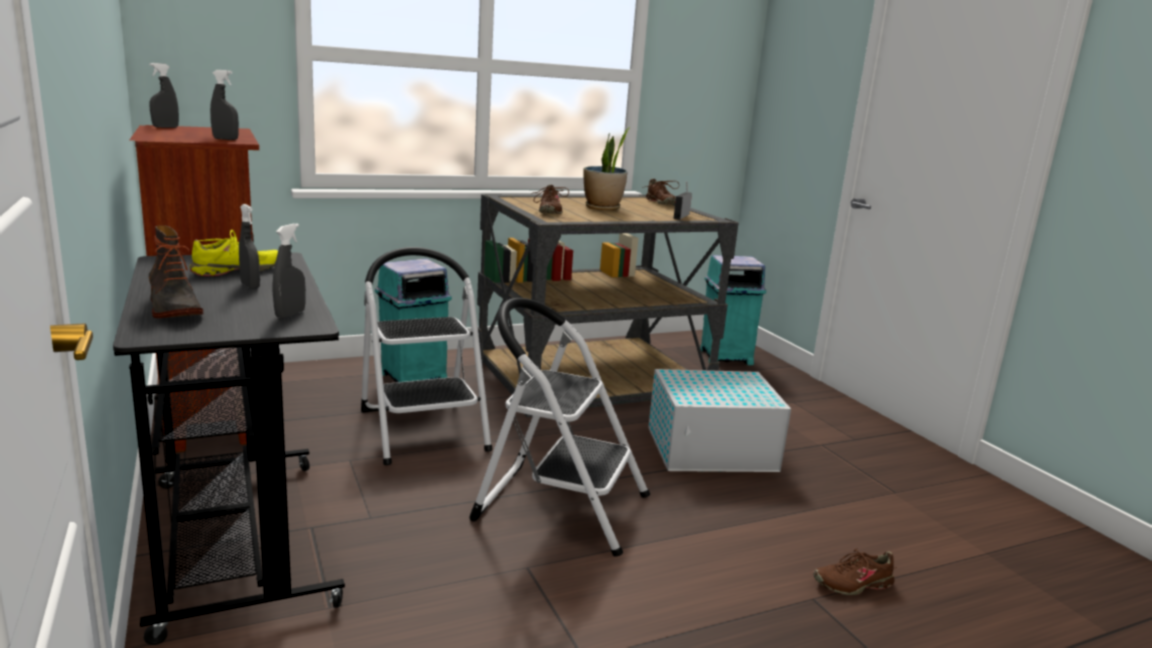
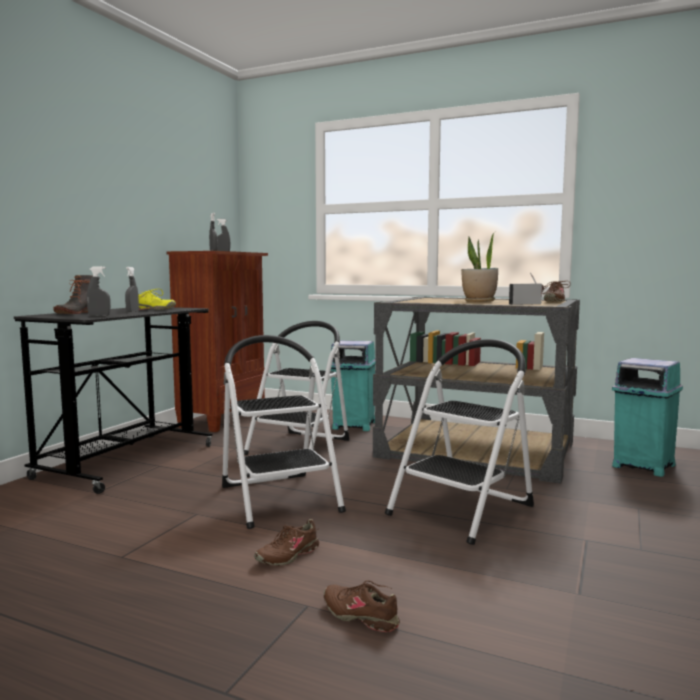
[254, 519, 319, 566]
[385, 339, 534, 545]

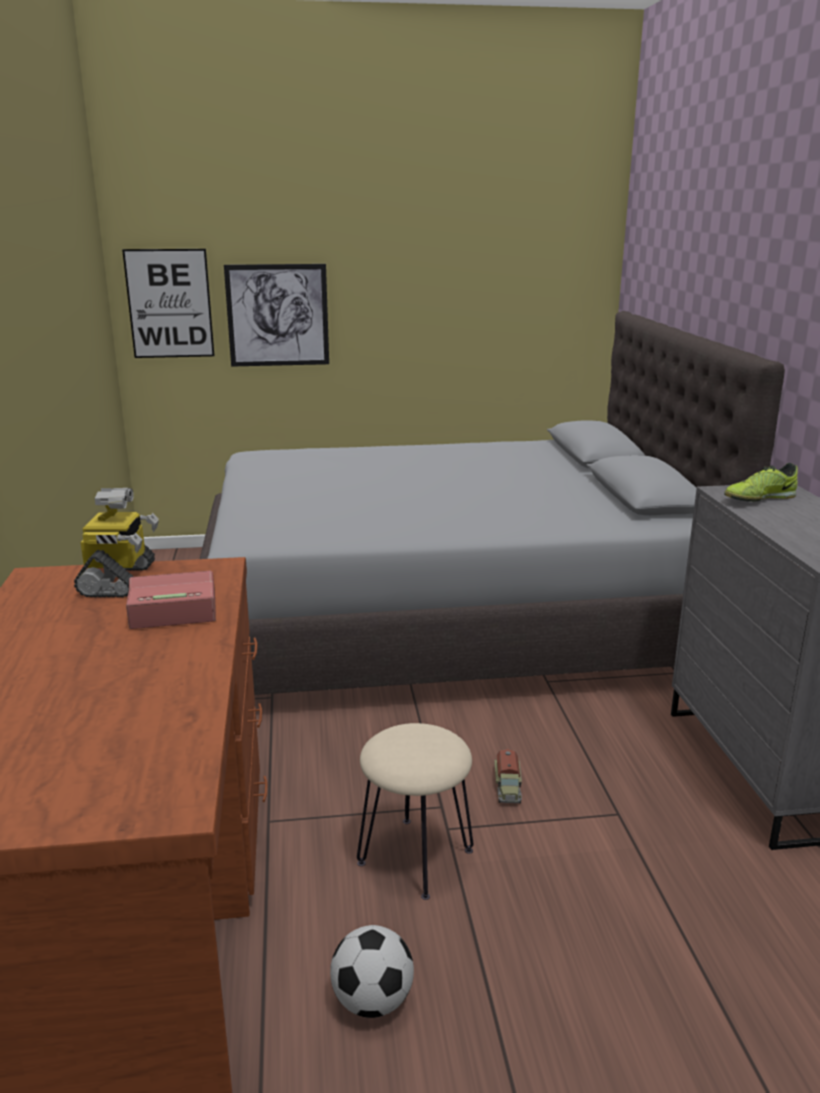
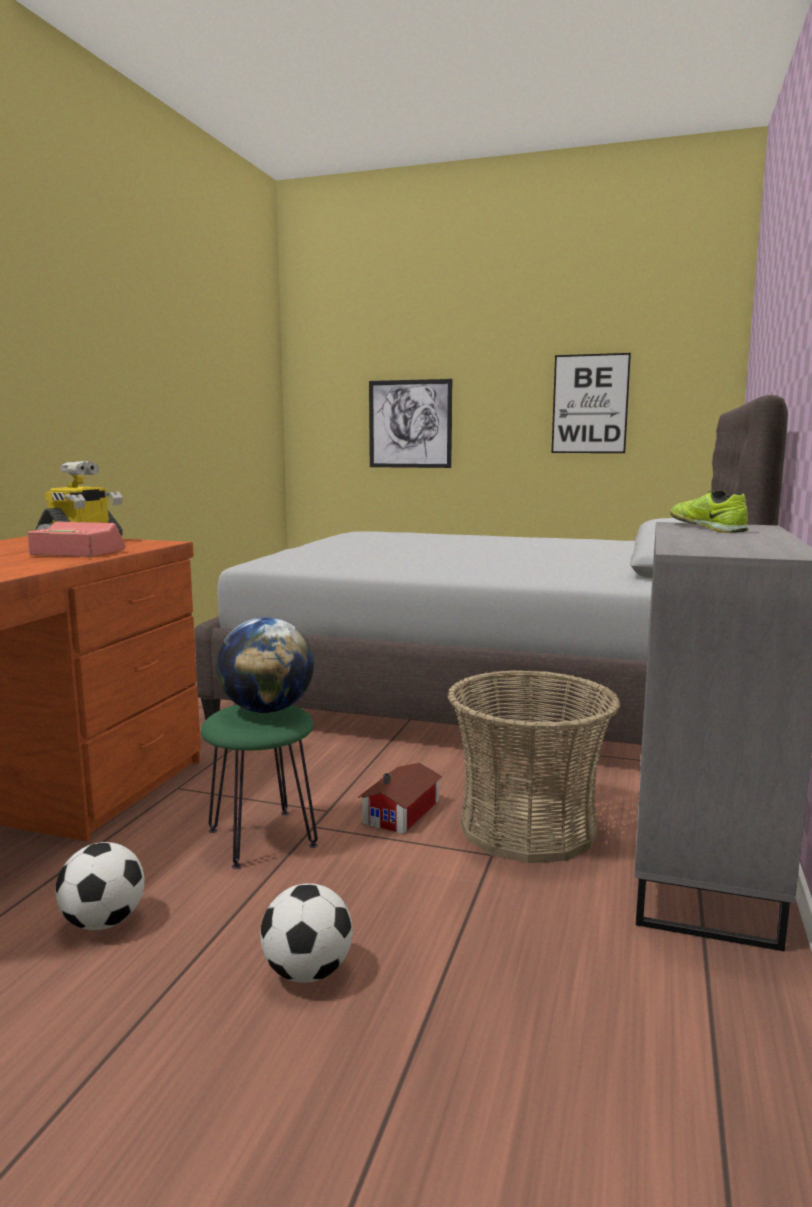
[552, 353, 631, 453]
[670, 490, 748, 533]
[201, 705, 318, 869]
[358, 762, 443, 834]
[217, 617, 314, 713]
[447, 670, 620, 863]
[260, 883, 353, 983]

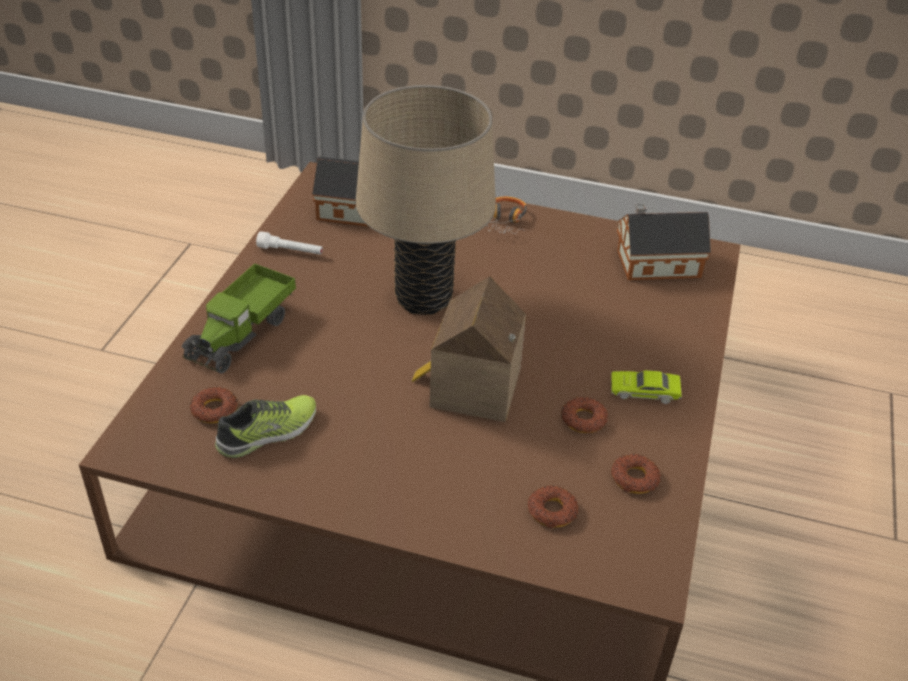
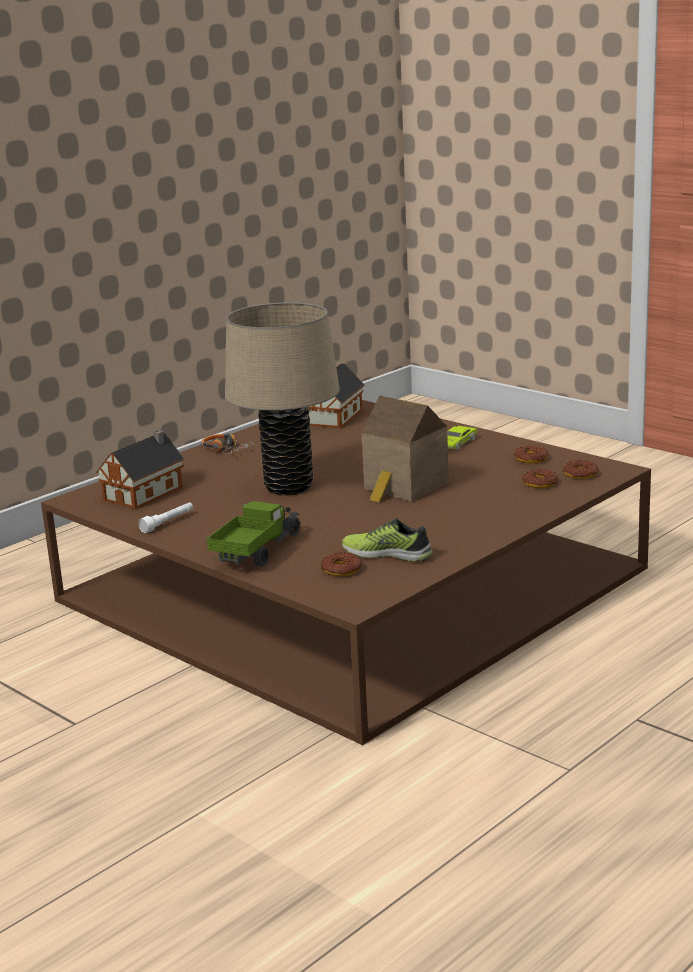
[207, 501, 301, 566]
[342, 518, 433, 562]
[562, 460, 599, 479]

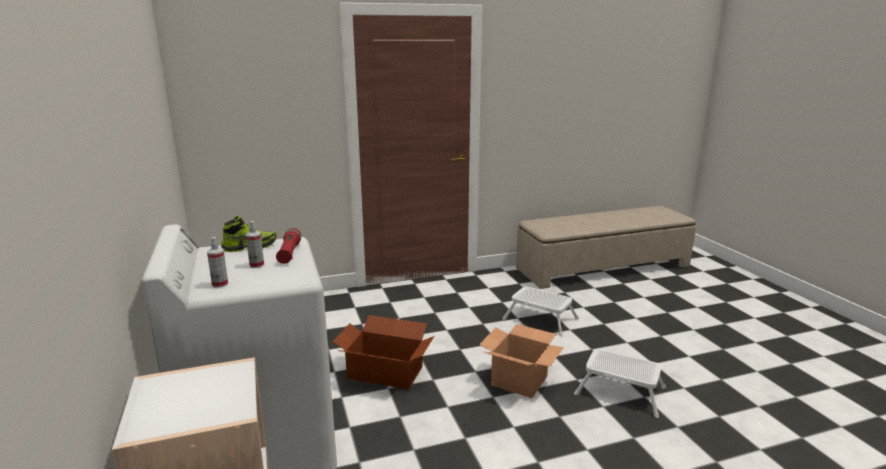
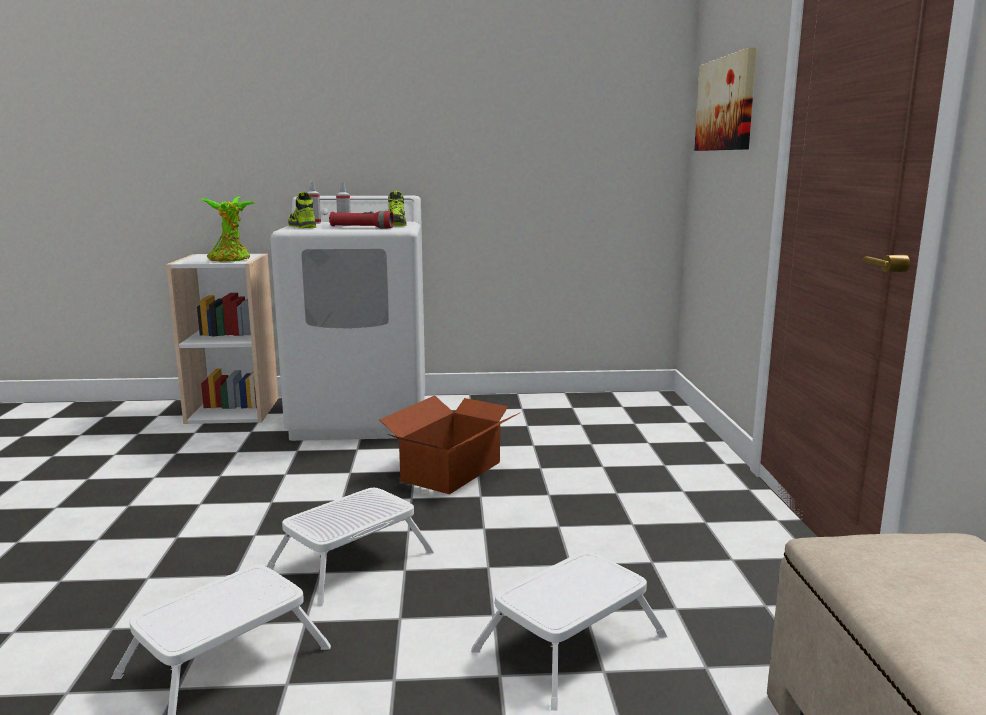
[267, 488, 434, 606]
[694, 48, 757, 151]
[288, 192, 316, 228]
[199, 197, 256, 262]

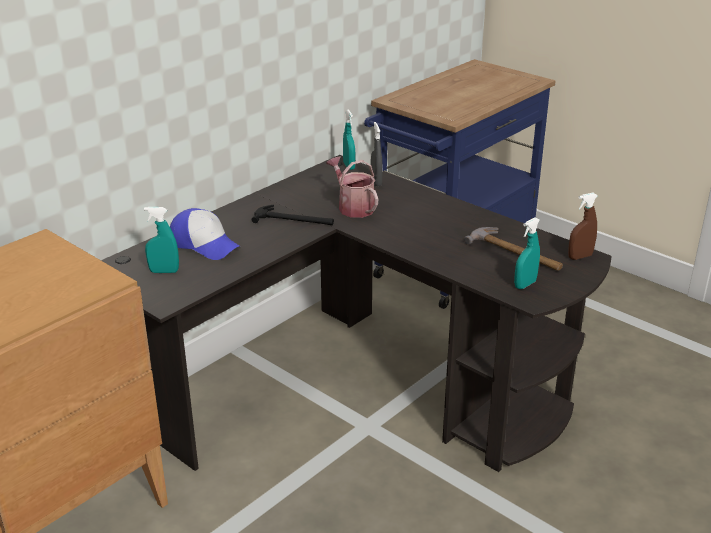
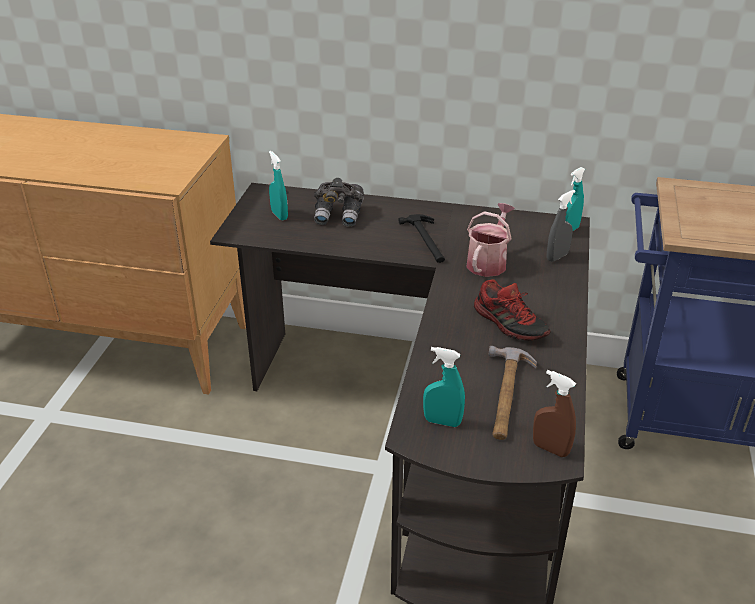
[314, 178, 364, 227]
[474, 279, 551, 340]

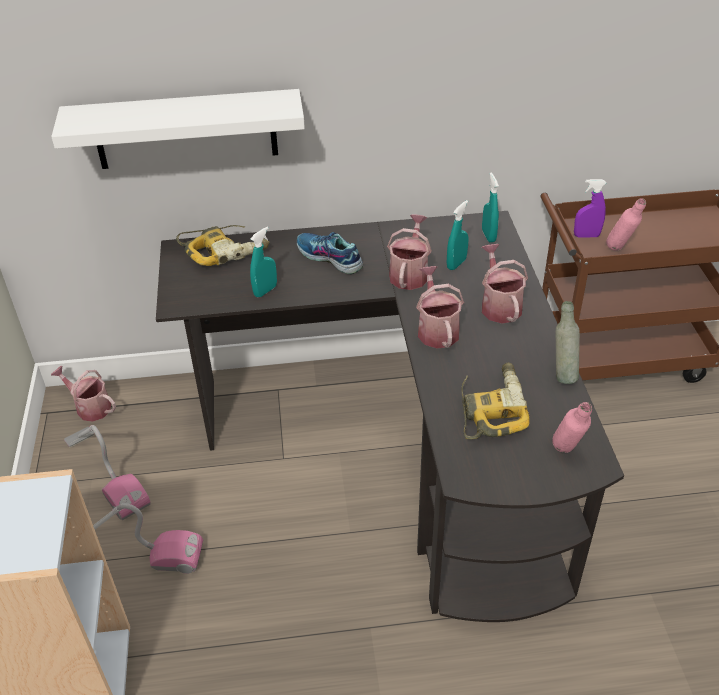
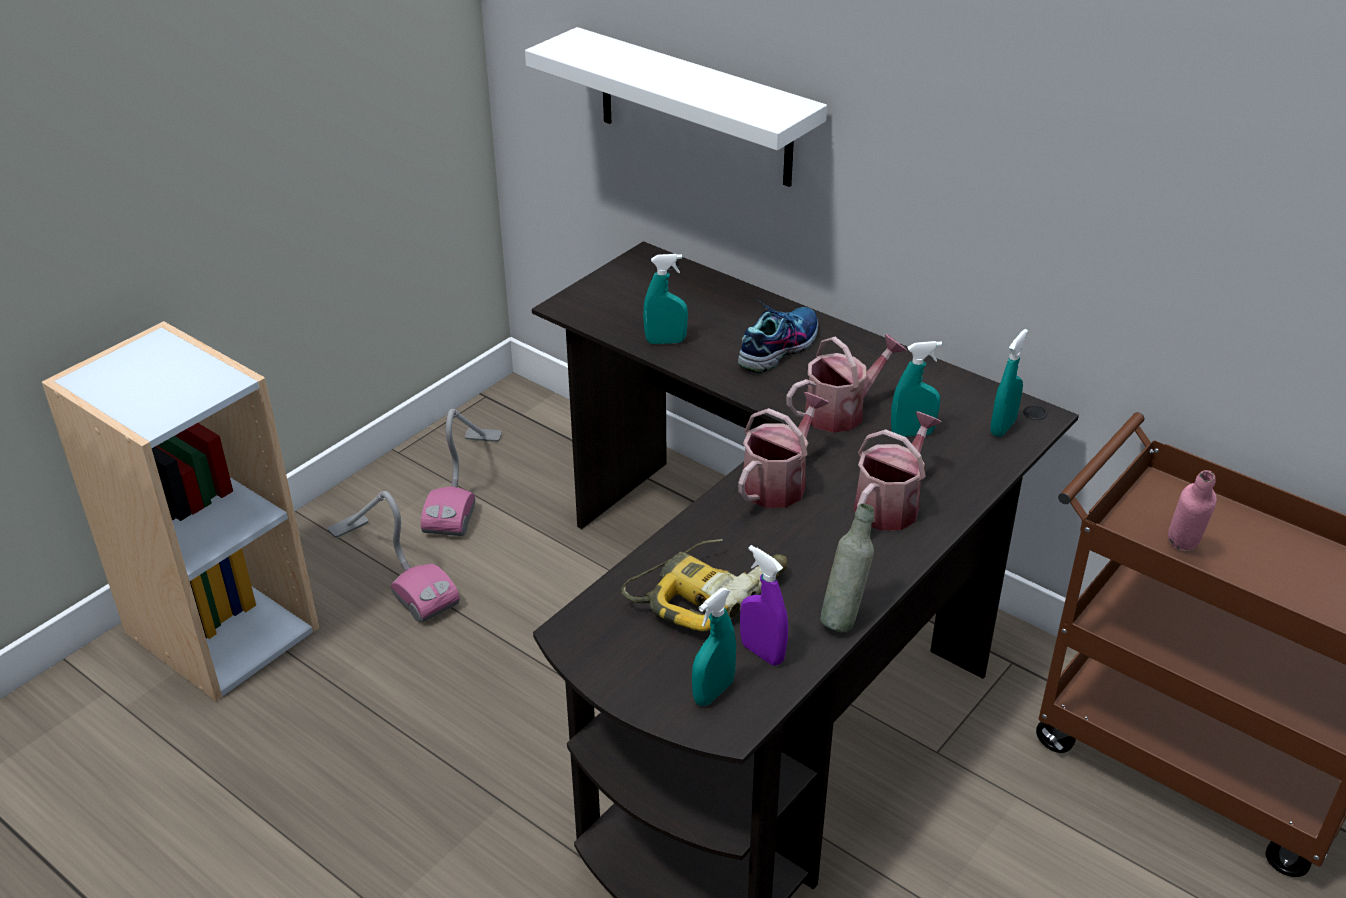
[740, 545, 788, 665]
[176, 225, 270, 266] (first image)
[738, 300, 818, 373]
[51, 366, 116, 422] (first image)
[692, 588, 736, 706]

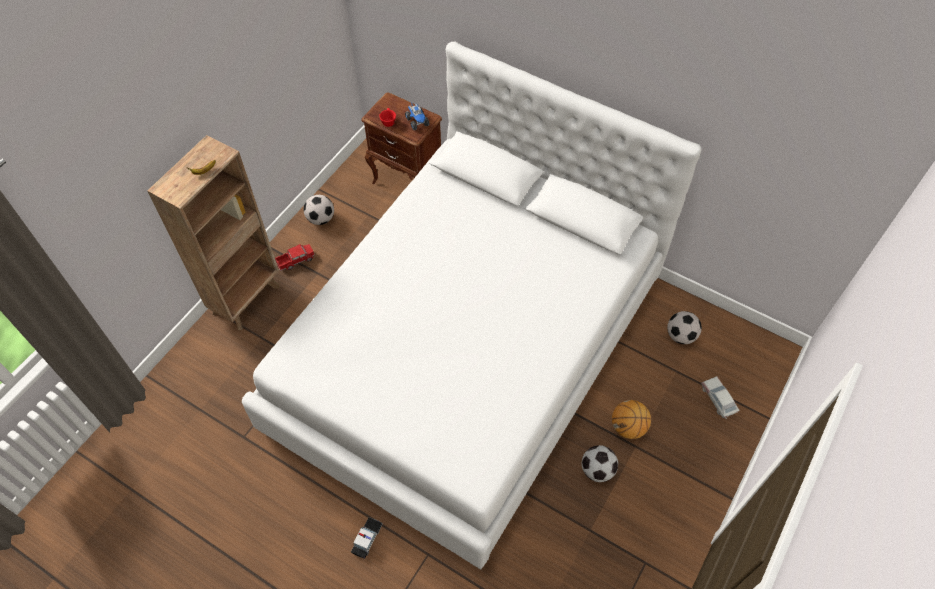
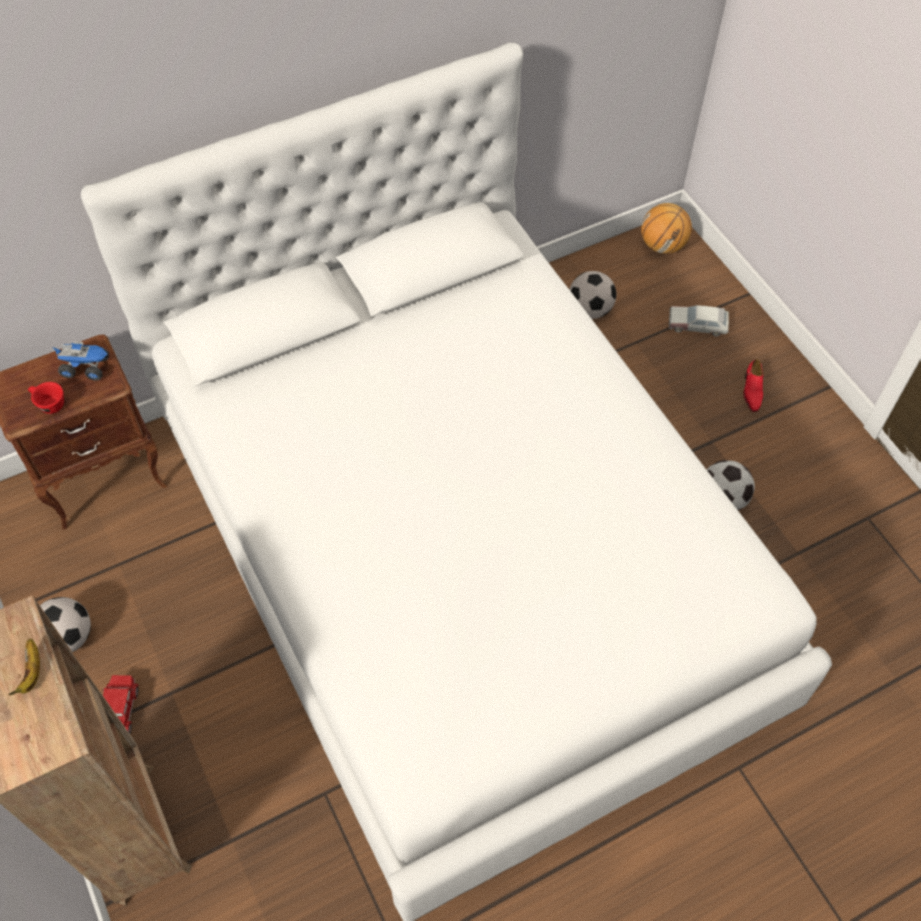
[641, 203, 692, 254]
[351, 517, 383, 559] (first image)
[743, 359, 763, 412]

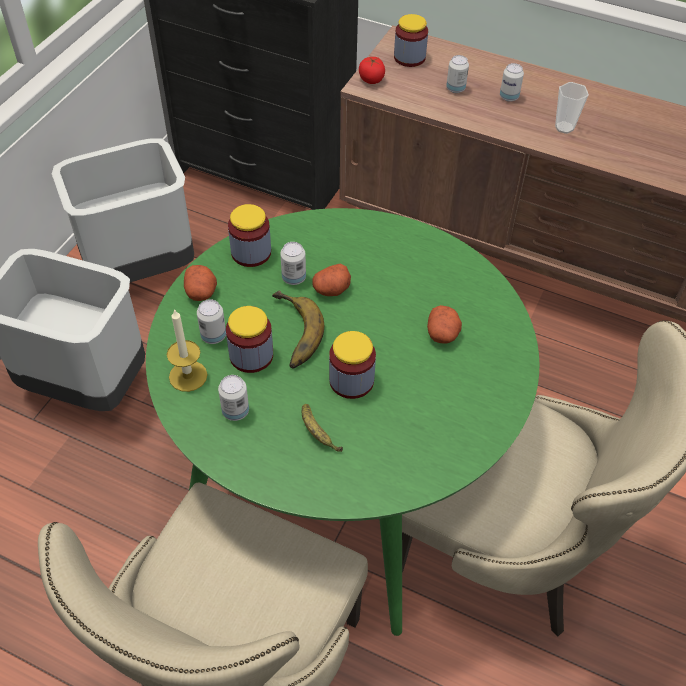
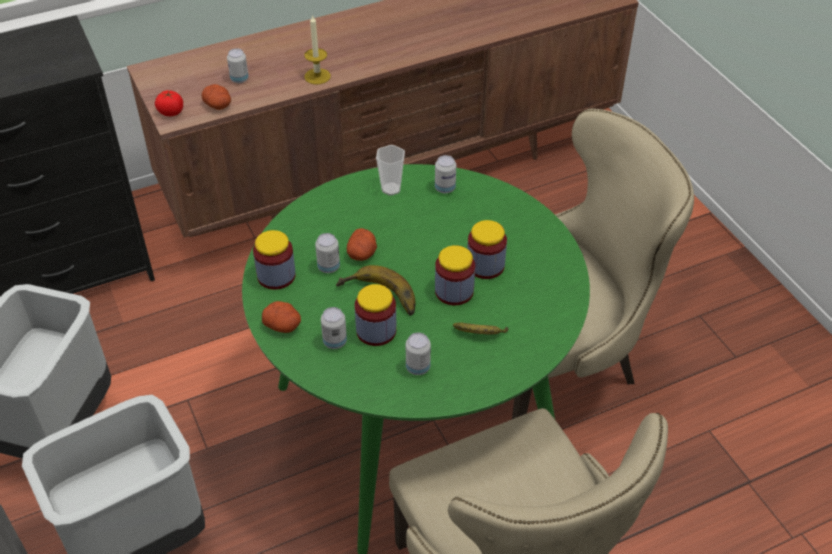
[467, 220, 507, 279]
[435, 155, 456, 193]
[376, 145, 405, 196]
[201, 84, 231, 110]
[304, 14, 331, 84]

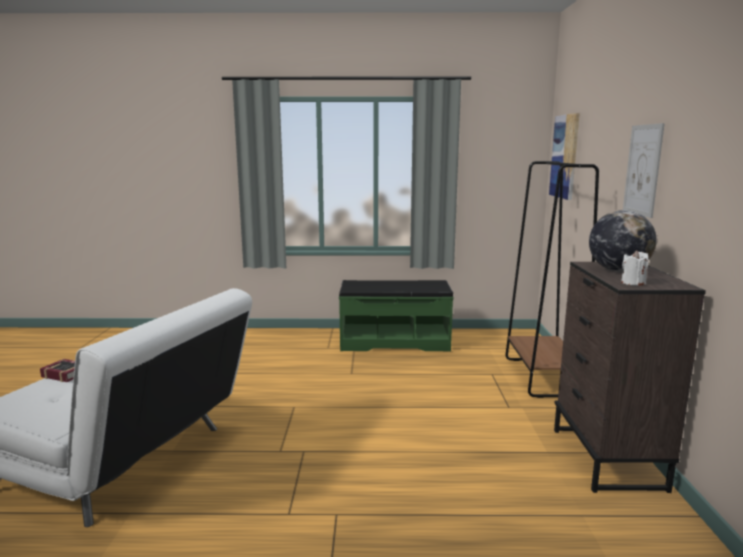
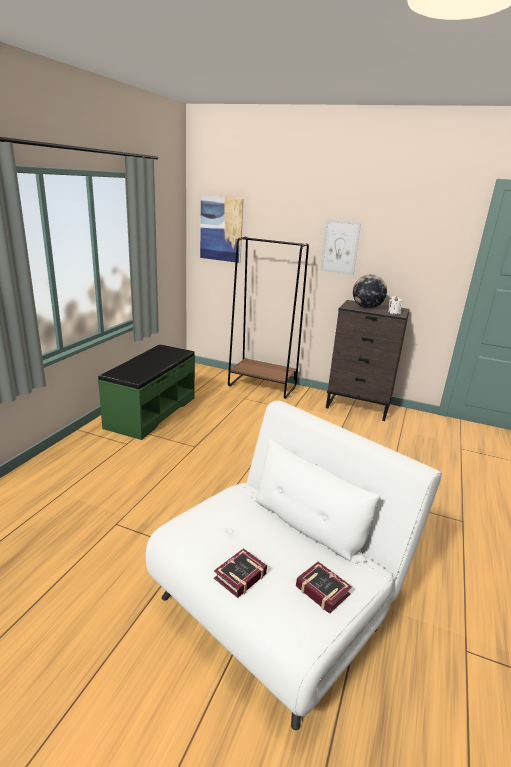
[296, 562, 352, 614]

